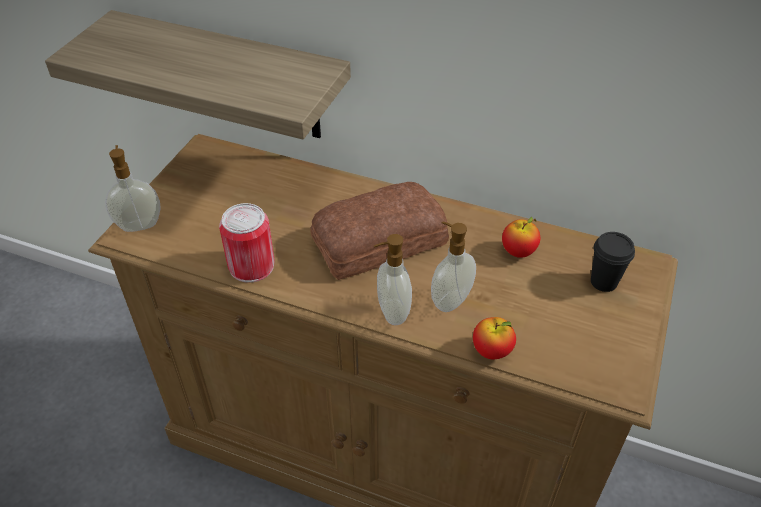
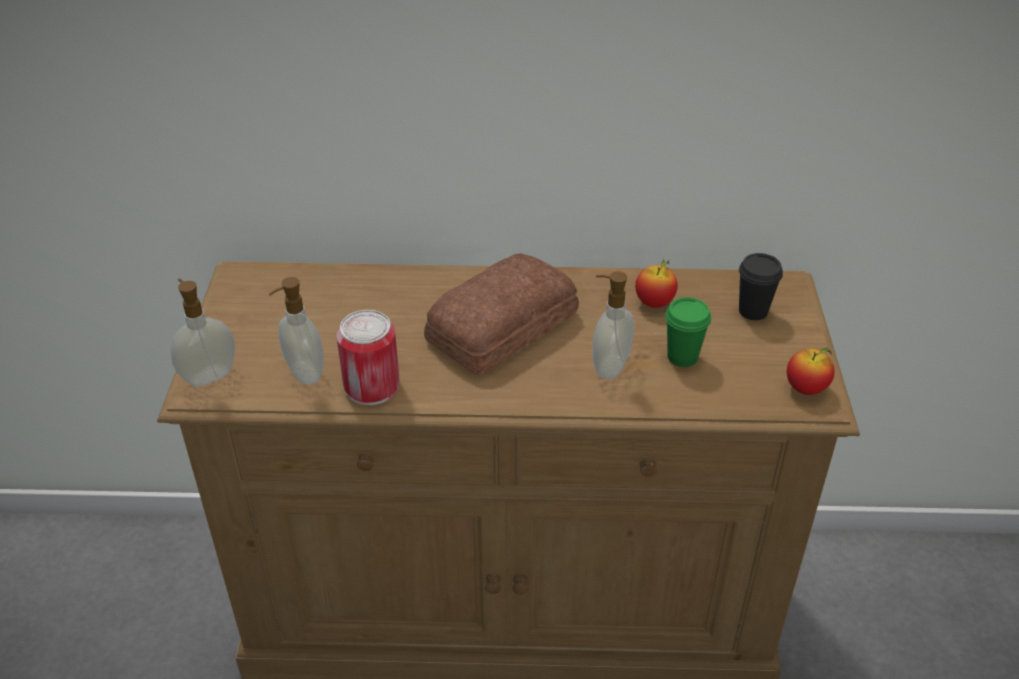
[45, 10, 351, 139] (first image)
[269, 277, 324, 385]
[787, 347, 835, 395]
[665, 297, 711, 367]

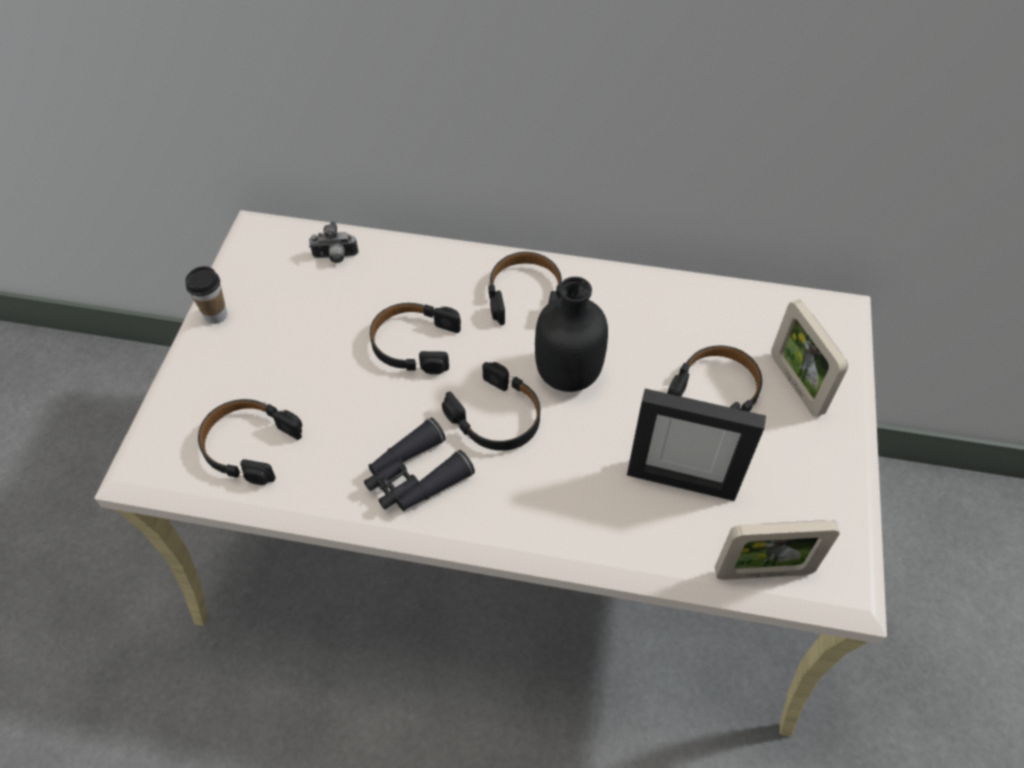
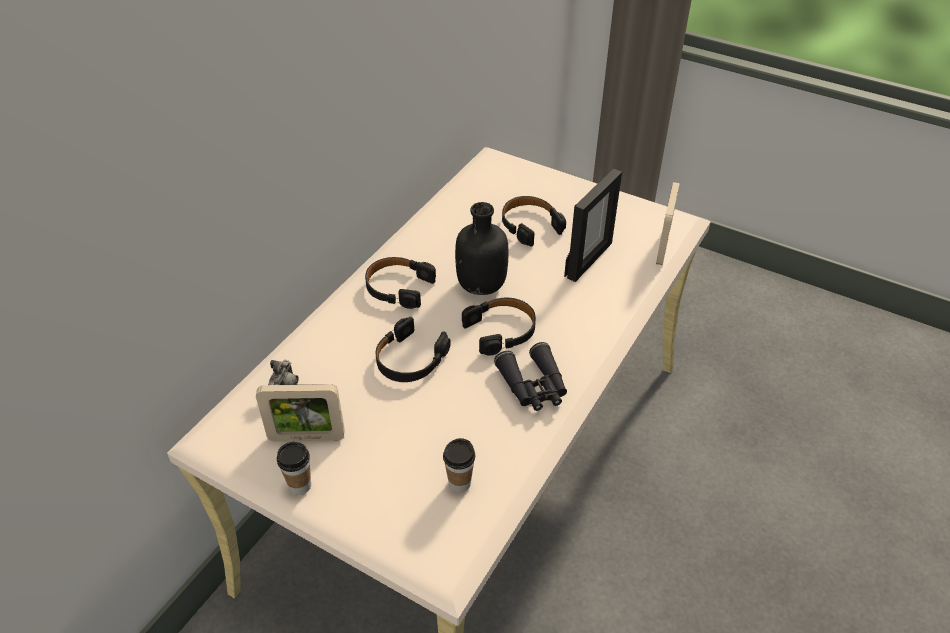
[256, 384, 345, 442]
[443, 438, 475, 493]

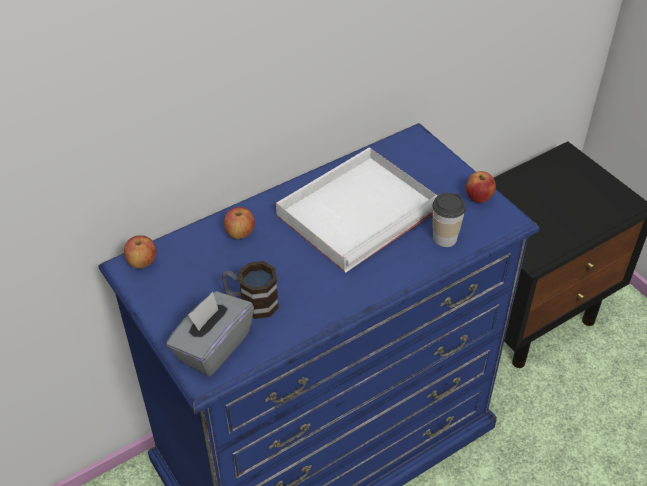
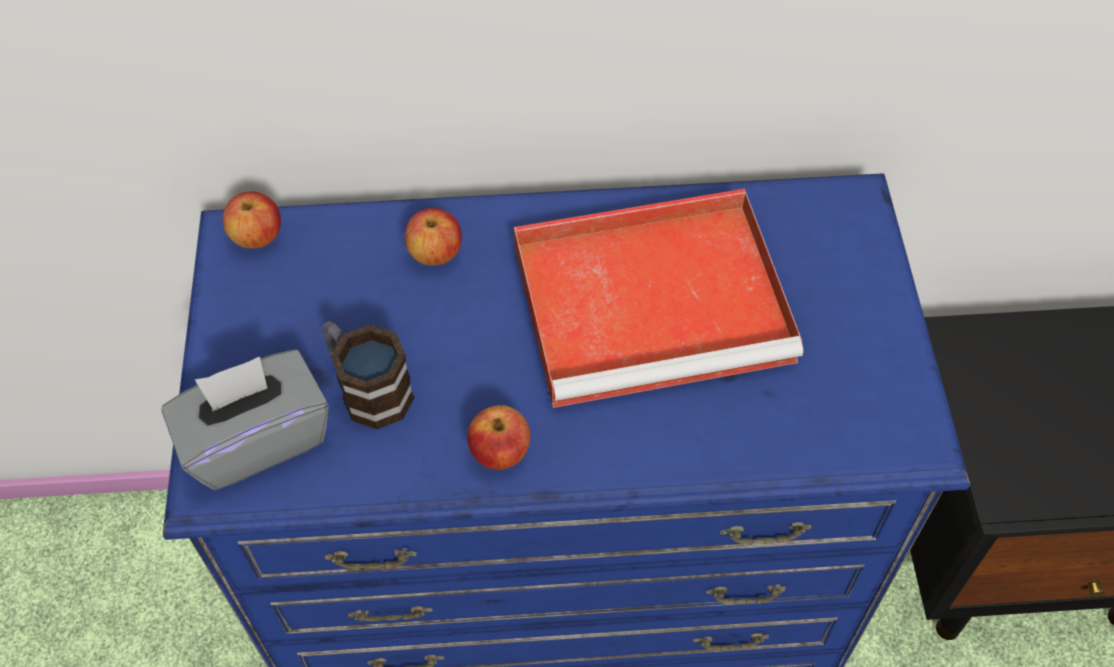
[514, 189, 803, 408]
[467, 405, 530, 470]
[432, 193, 466, 247] (first image)

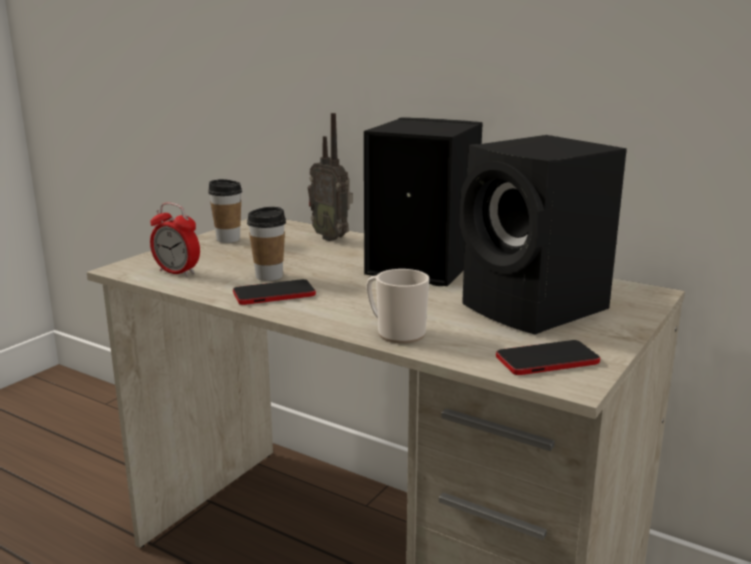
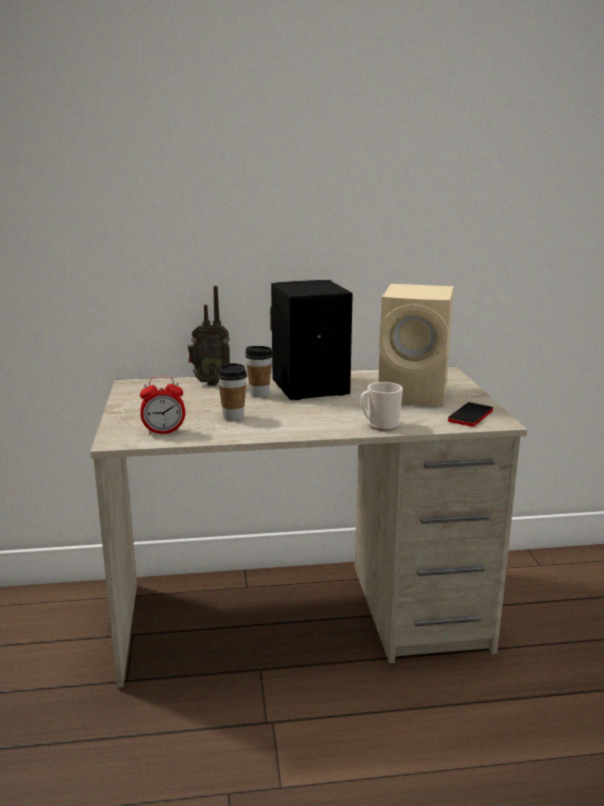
[379, 284, 454, 406]
[245, 346, 273, 397]
[233, 279, 316, 305] (first image)

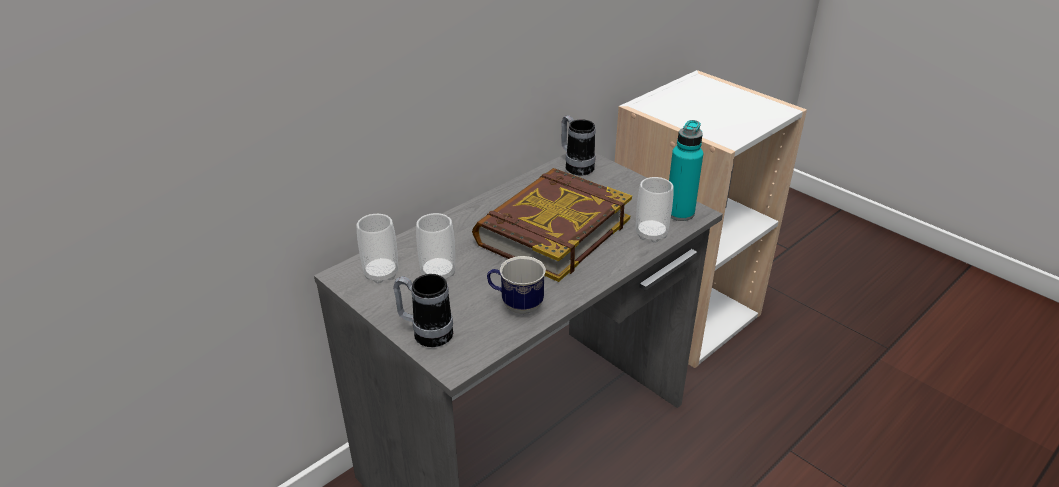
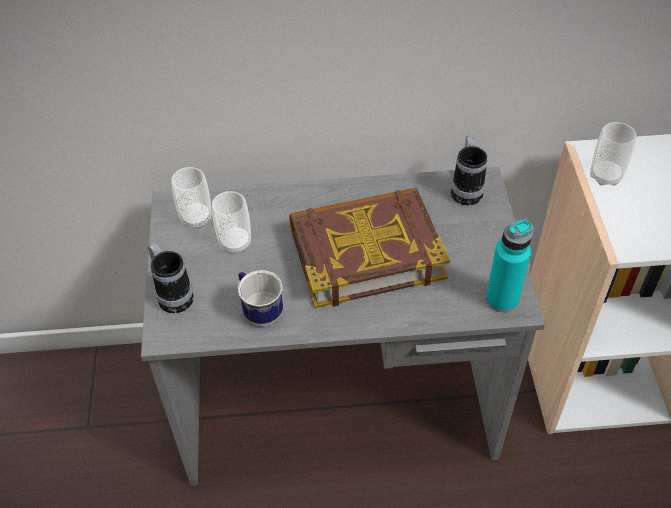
[590, 122, 637, 186]

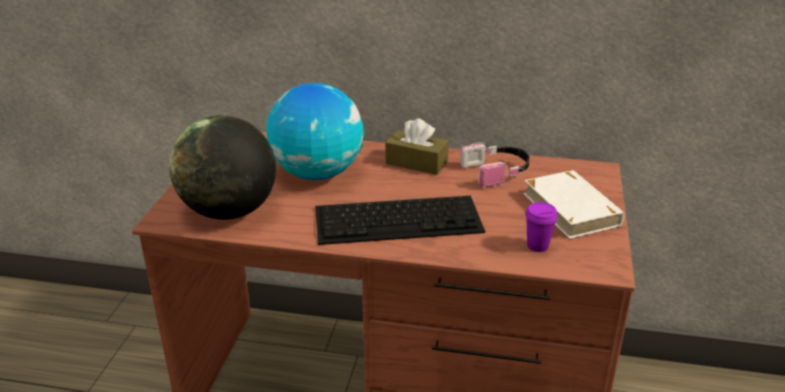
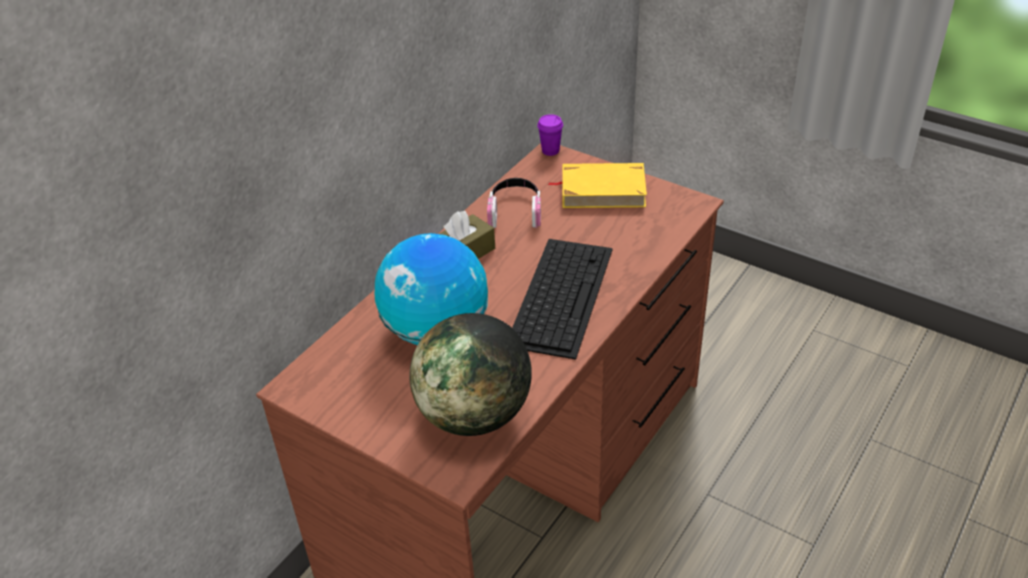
[547, 163, 647, 208]
[537, 114, 563, 156]

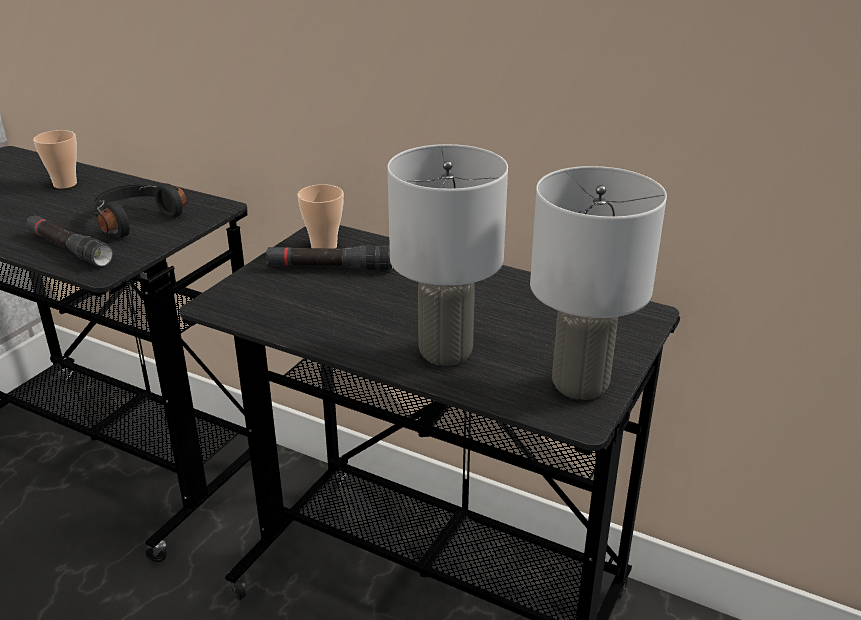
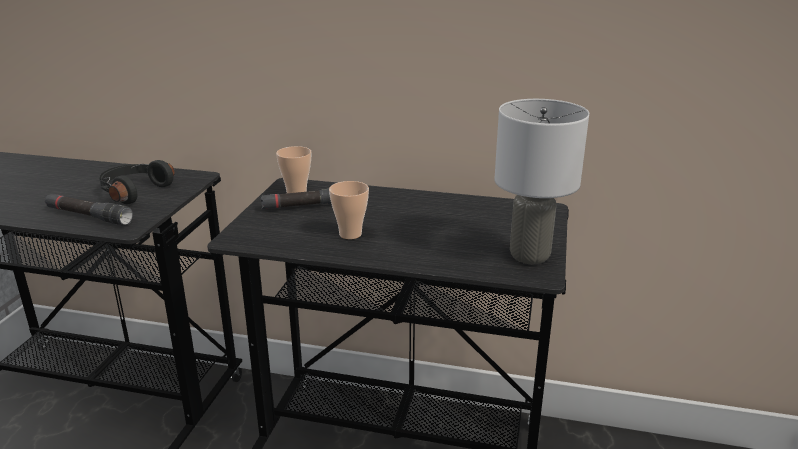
[329, 181, 369, 239]
[387, 144, 508, 366] (first image)

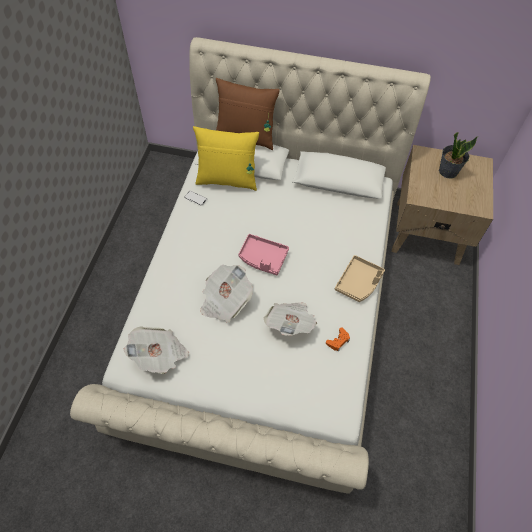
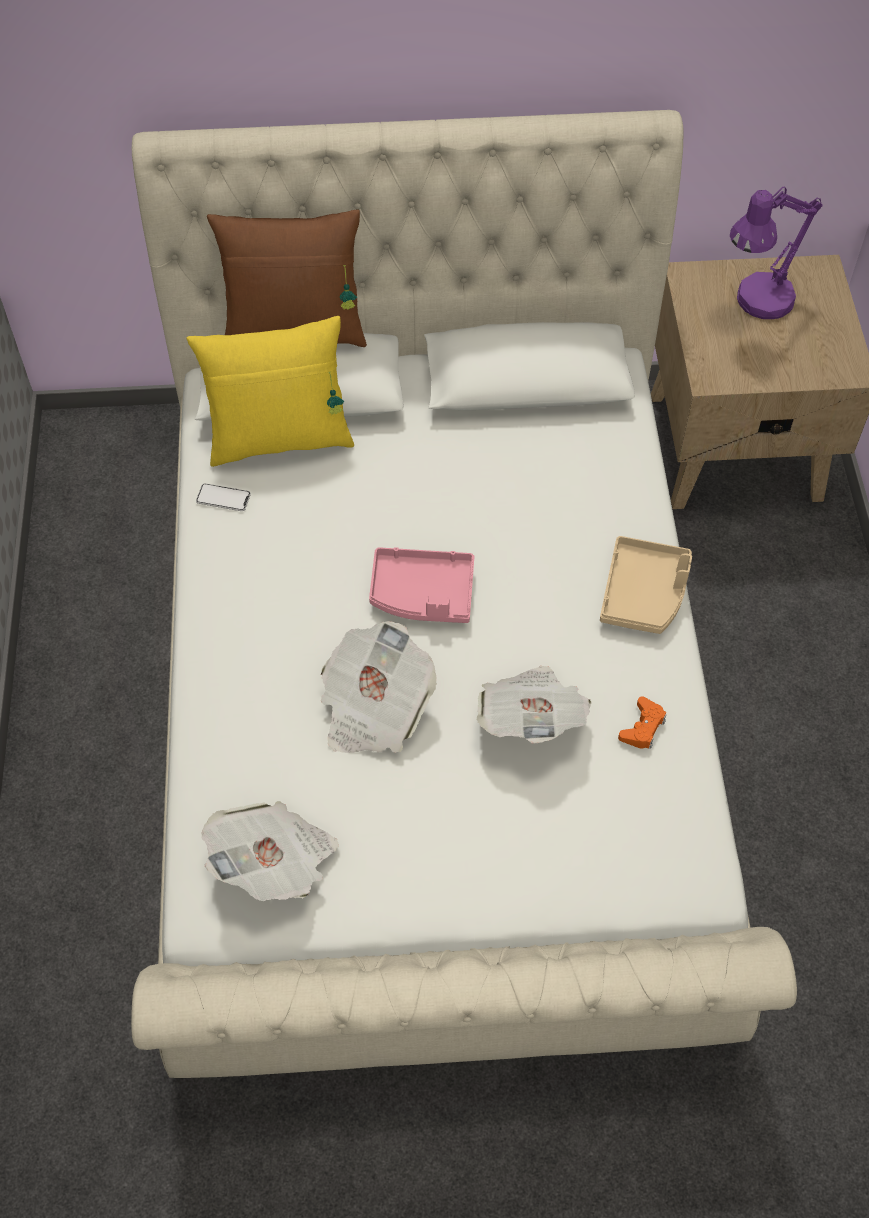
[730, 186, 823, 319]

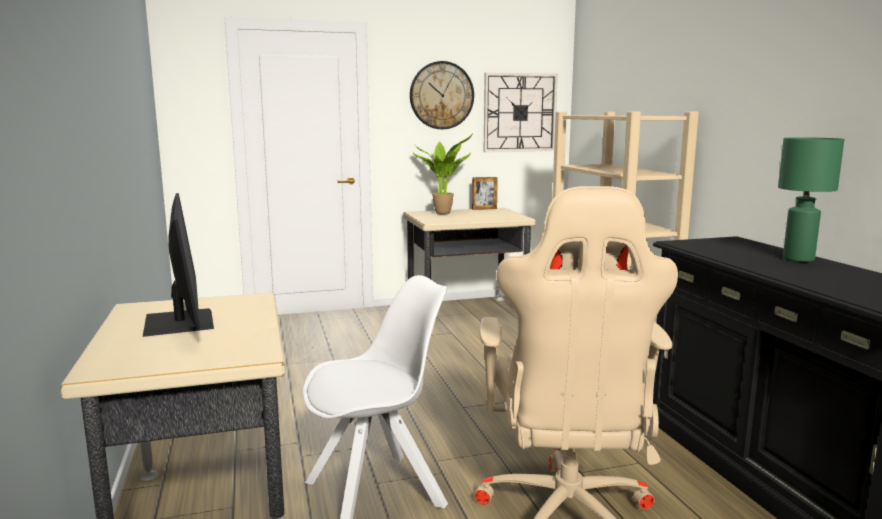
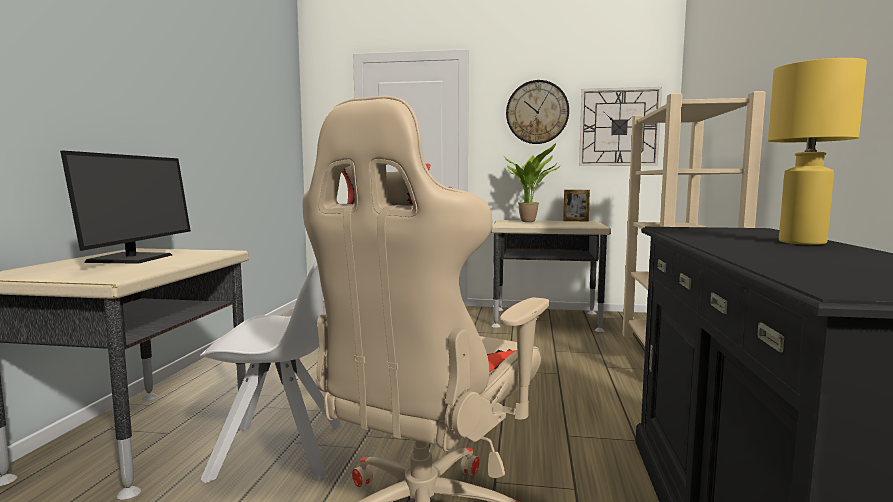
[768, 58, 867, 245]

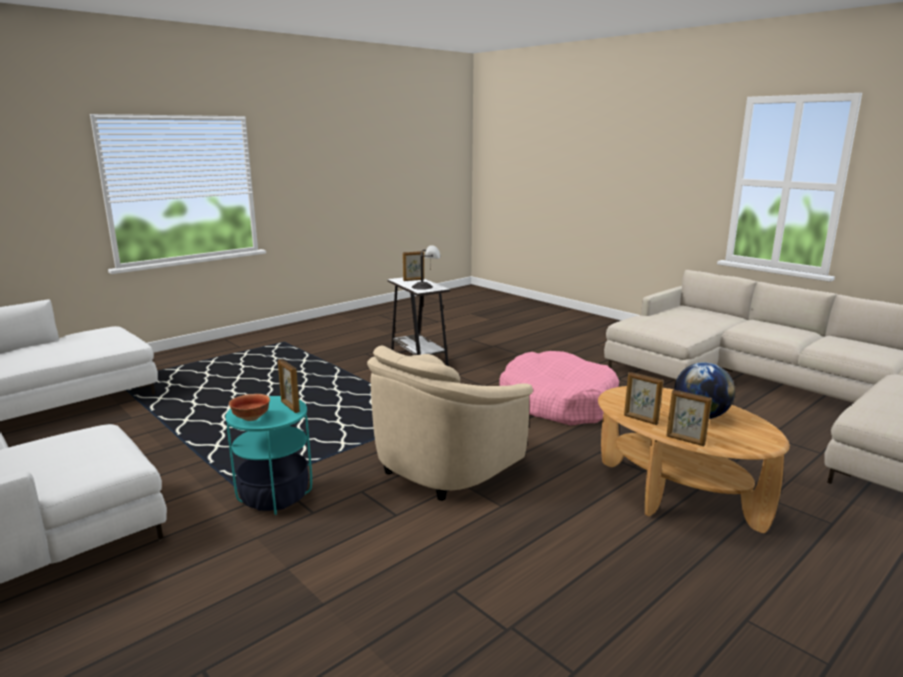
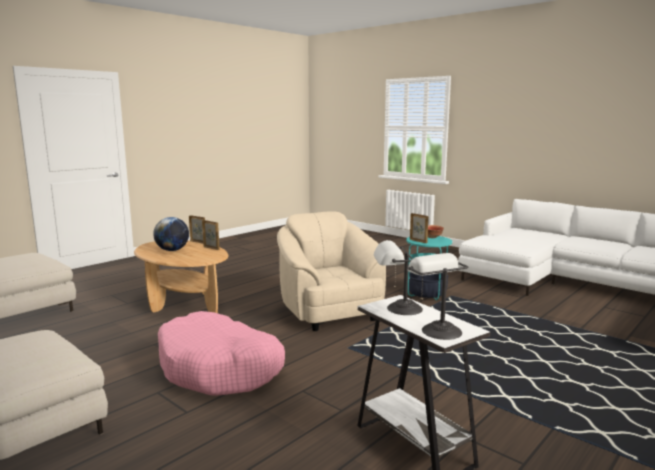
[408, 253, 468, 340]
[277, 211, 386, 331]

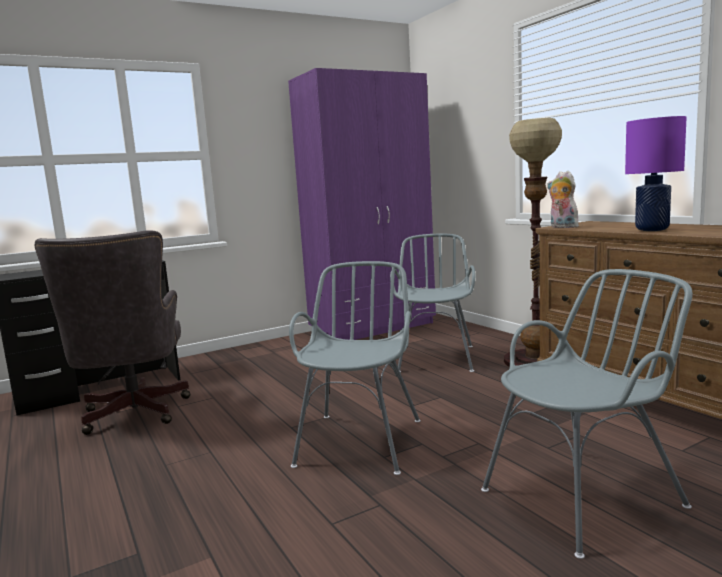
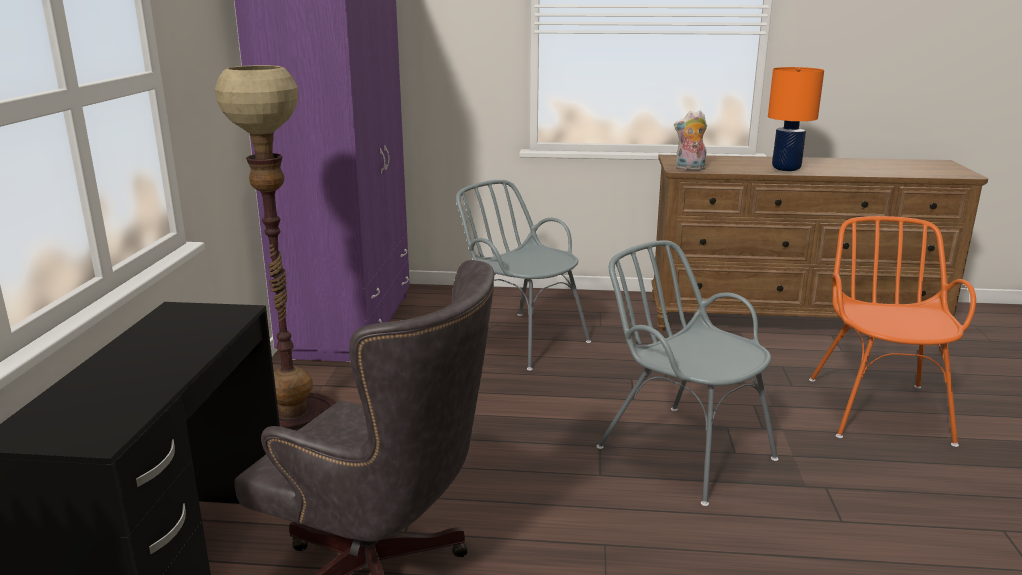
[768, 67, 824, 171]
[215, 65, 336, 431]
[809, 216, 976, 447]

